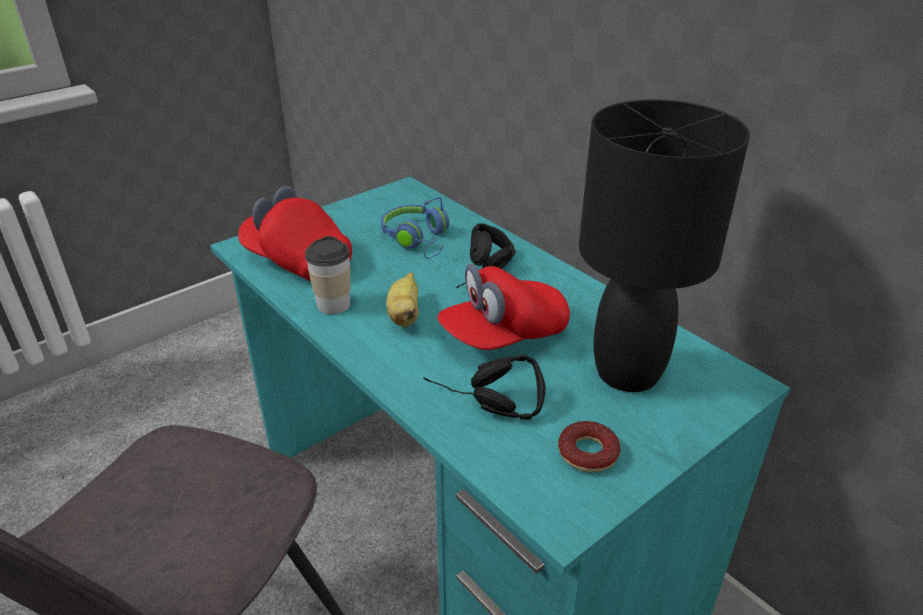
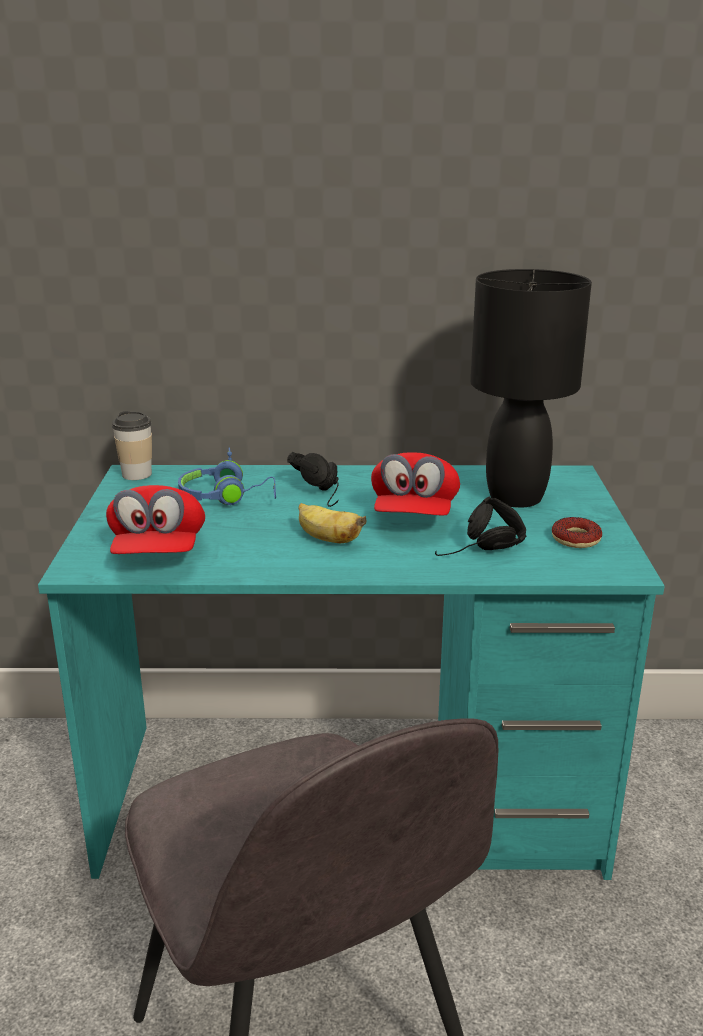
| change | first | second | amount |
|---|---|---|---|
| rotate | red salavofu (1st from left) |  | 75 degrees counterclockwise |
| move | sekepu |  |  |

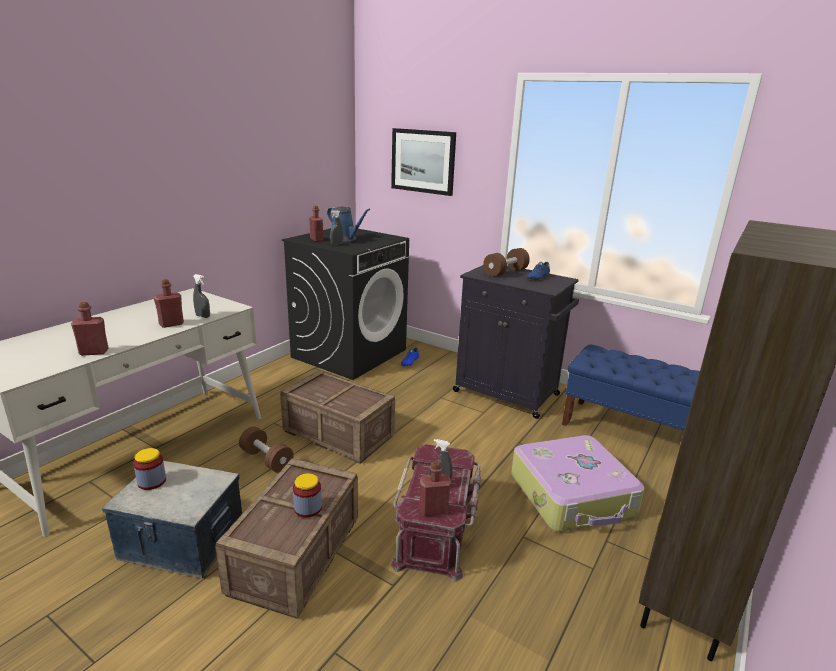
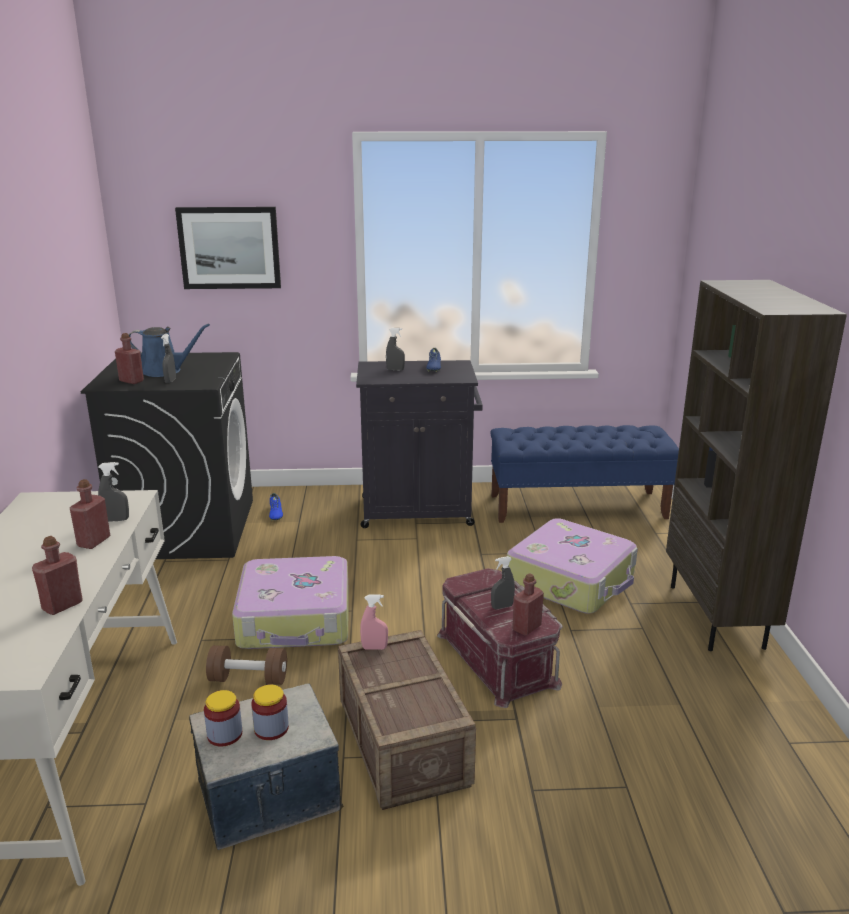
| change | first | second | amount |
|---|---|---|---|
| replace | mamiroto (2nd from left) | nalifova (1st from left) |  |
| move | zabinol (2nd from left) |  |  |
| insert |  | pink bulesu |  |
| replace | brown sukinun (2nd from left) | grey bulesu (3rd from left) |  |

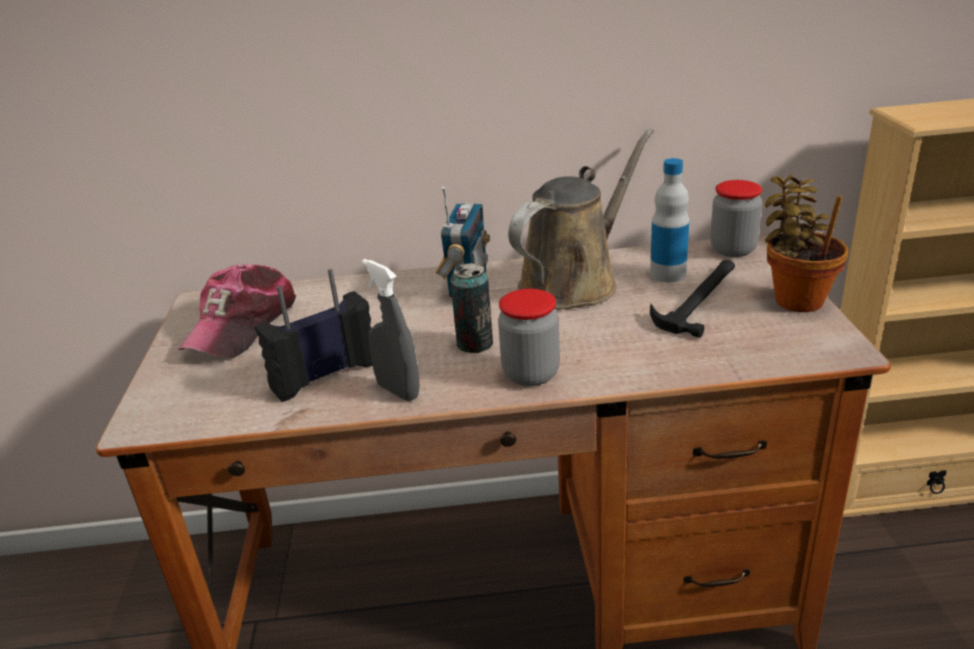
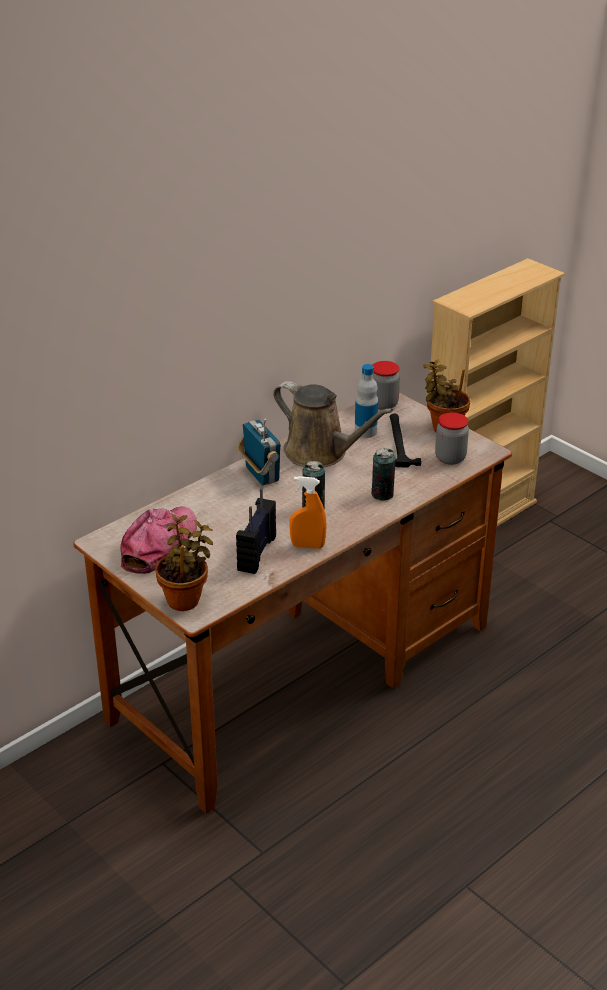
| change | first | second | amount |
|---|---|---|---|
| rotate | salavofu |  | 135 degrees counterclockwise |
| insert |  | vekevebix (1st from left) |  |
| rotate | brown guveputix |  | 120 degrees clockwise |
| recolor | grey bulesu | orange bulesu |  |
| insert |  | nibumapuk (2nd from left) |  |
| move | zabinol (1st from left in the first image) | zabinol (2nd from left) |  |

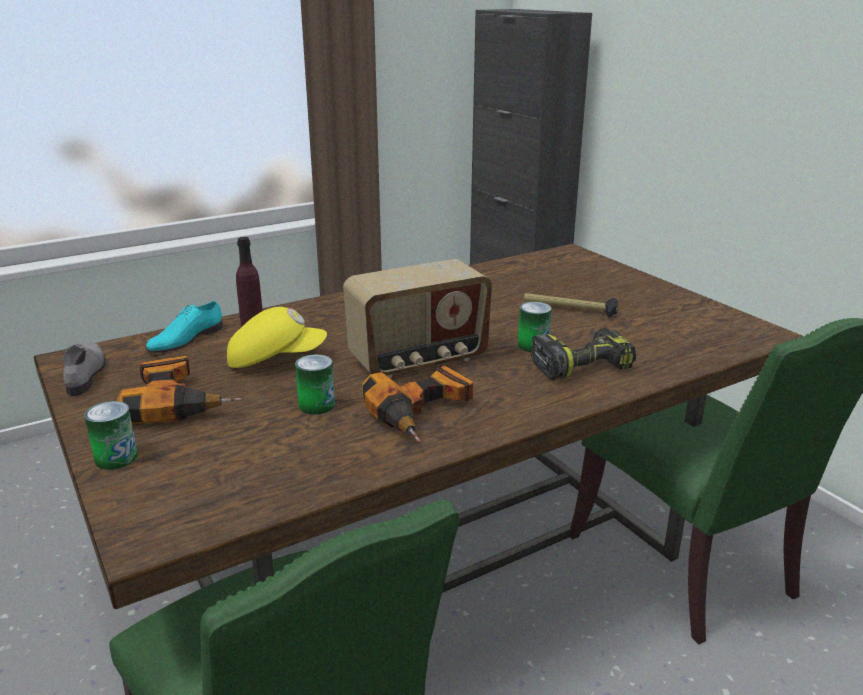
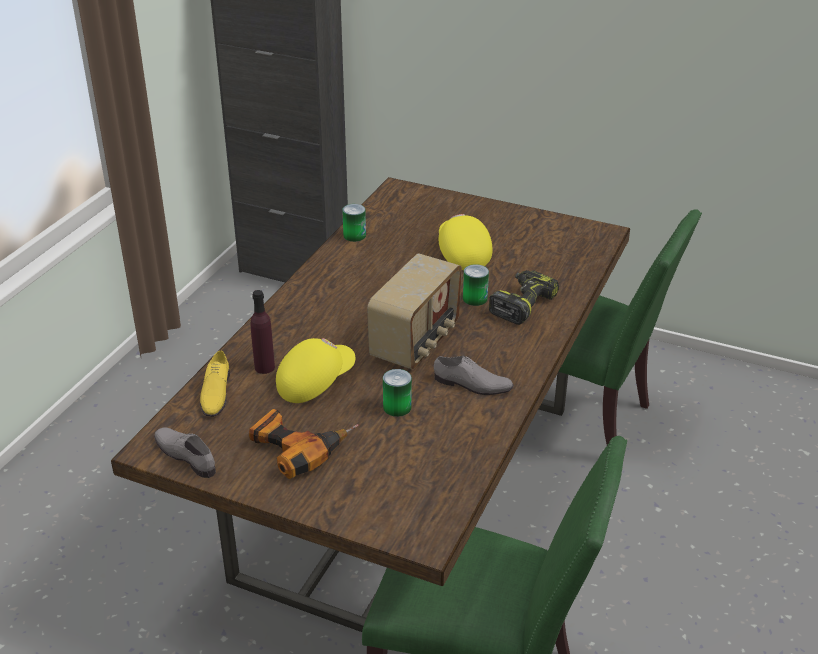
| change | first | second | amount |
|---|---|---|---|
| recolor | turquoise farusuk | yellow farusuk |  |
| move | nibumapuk (1st from left) |  |  |
| replace | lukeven (2nd from left) | grey farusuk (2nd from left) |  |
| replace | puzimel | yellow salavofu (2nd from left) |  |

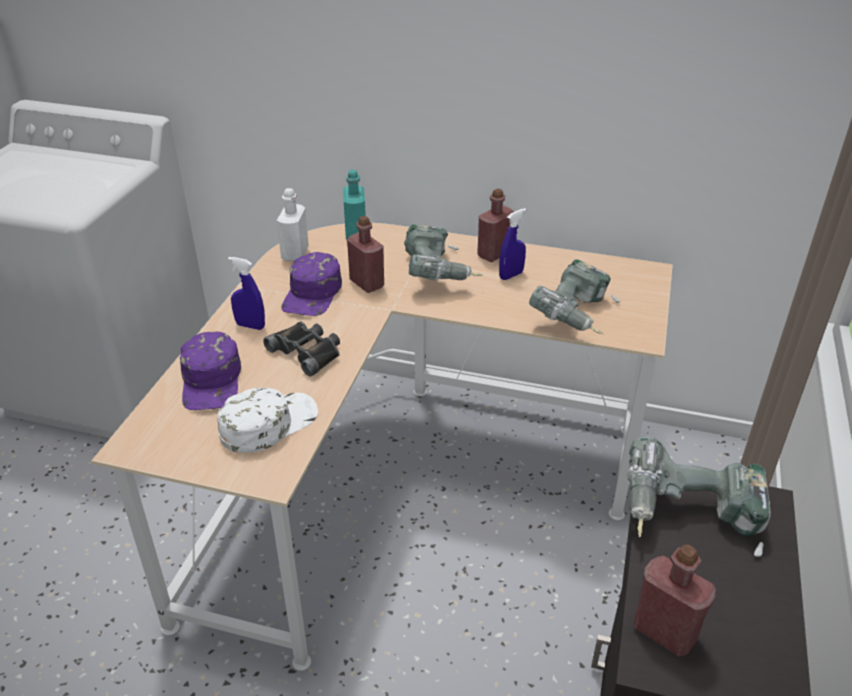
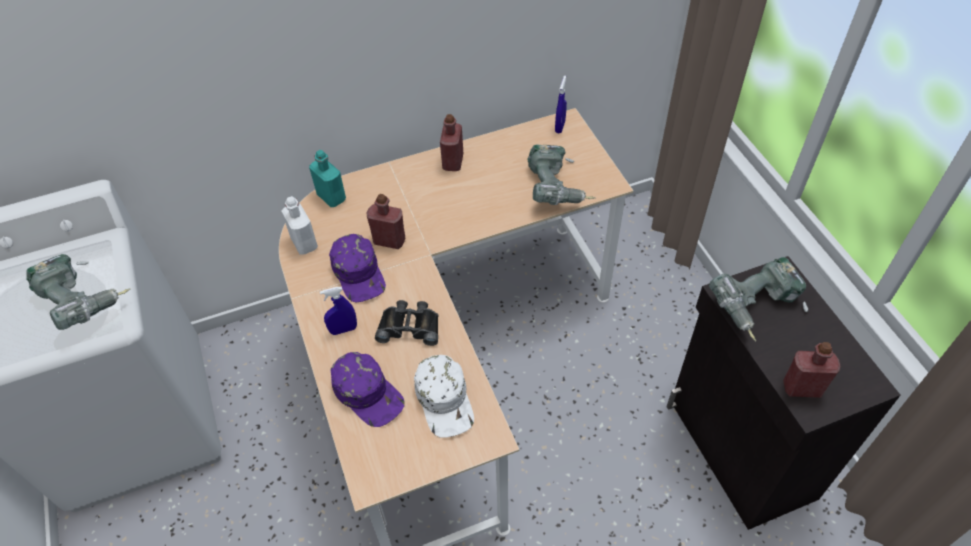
| change | first | second | amount |
|---|---|---|---|
| move | lukeven (1st from left) |  |  |
| rotate | white salavofu |  | 150 degrees clockwise |
| move | blue bulesu (2nd from left) |  |  |

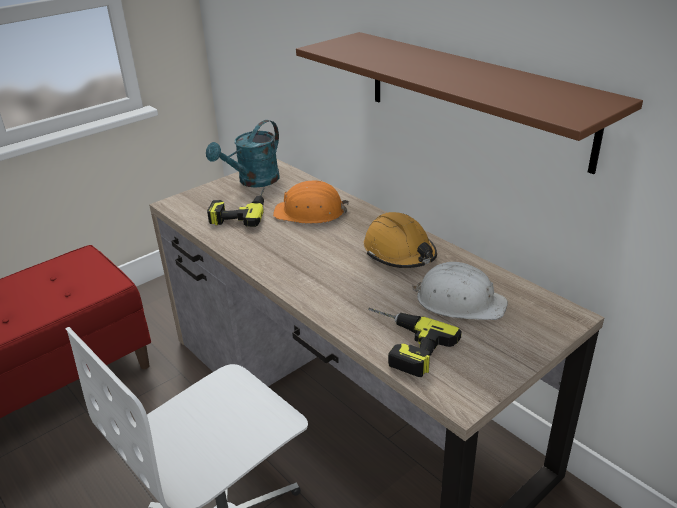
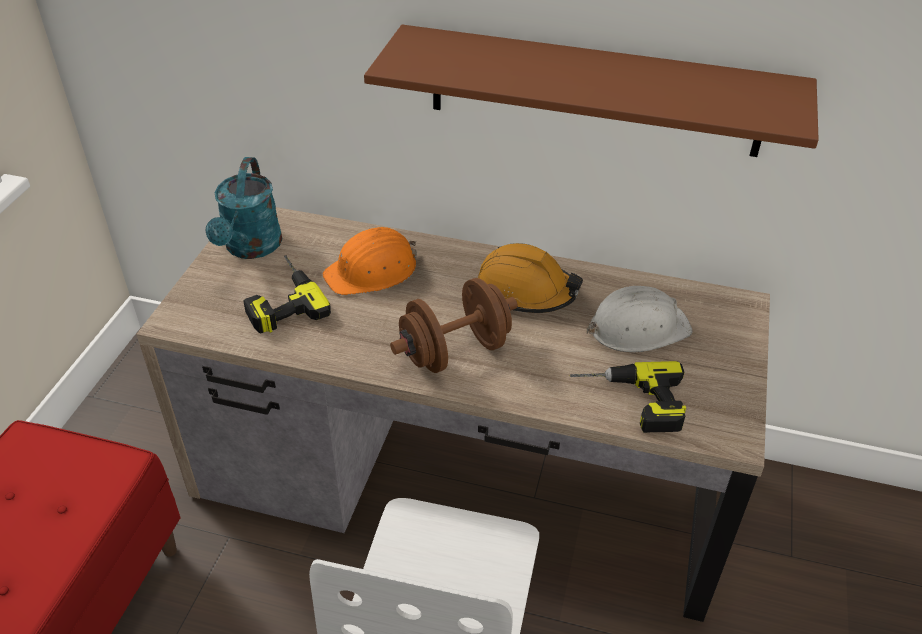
| change | first | second | amount |
|---|---|---|---|
| insert |  | brown sukinun |  |

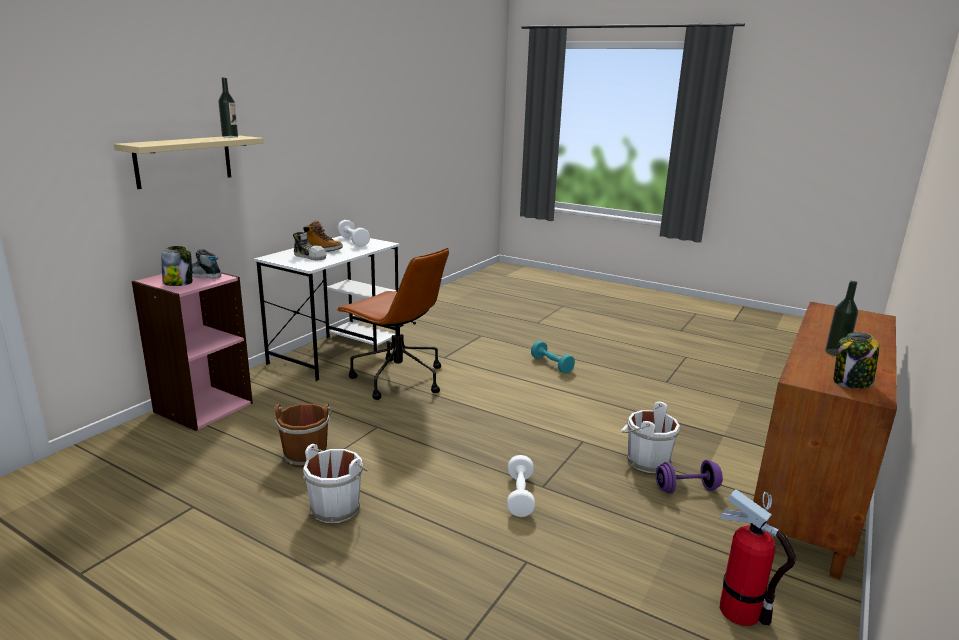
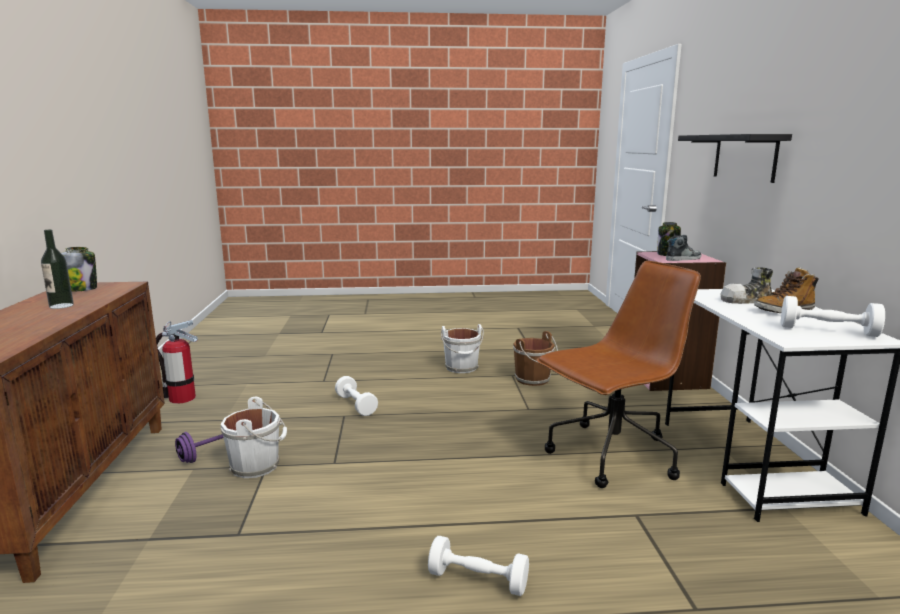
| change | first | second | amount |
|---|---|---|---|
| recolor | turquoise sukinun | white sukinun (2nd from left) |  |
| rotate | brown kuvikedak |  | 150 degrees clockwise |
| recolor | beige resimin | black resimin |  |
| delete | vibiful (1st from left) |  |  |

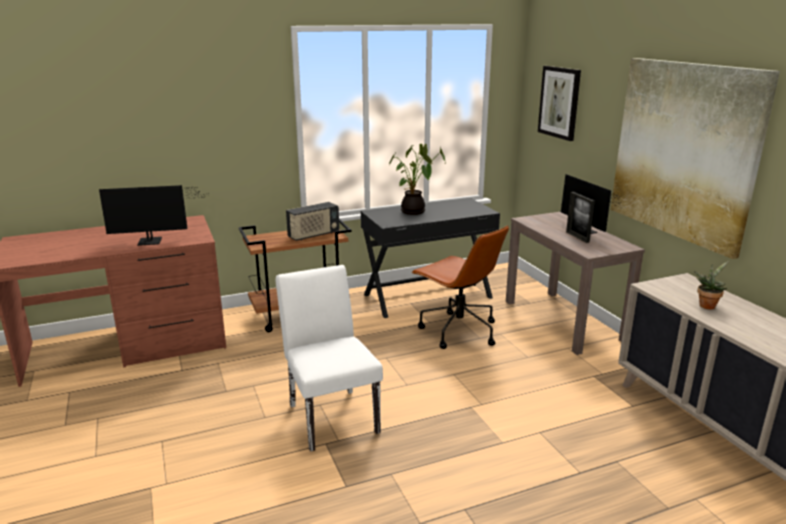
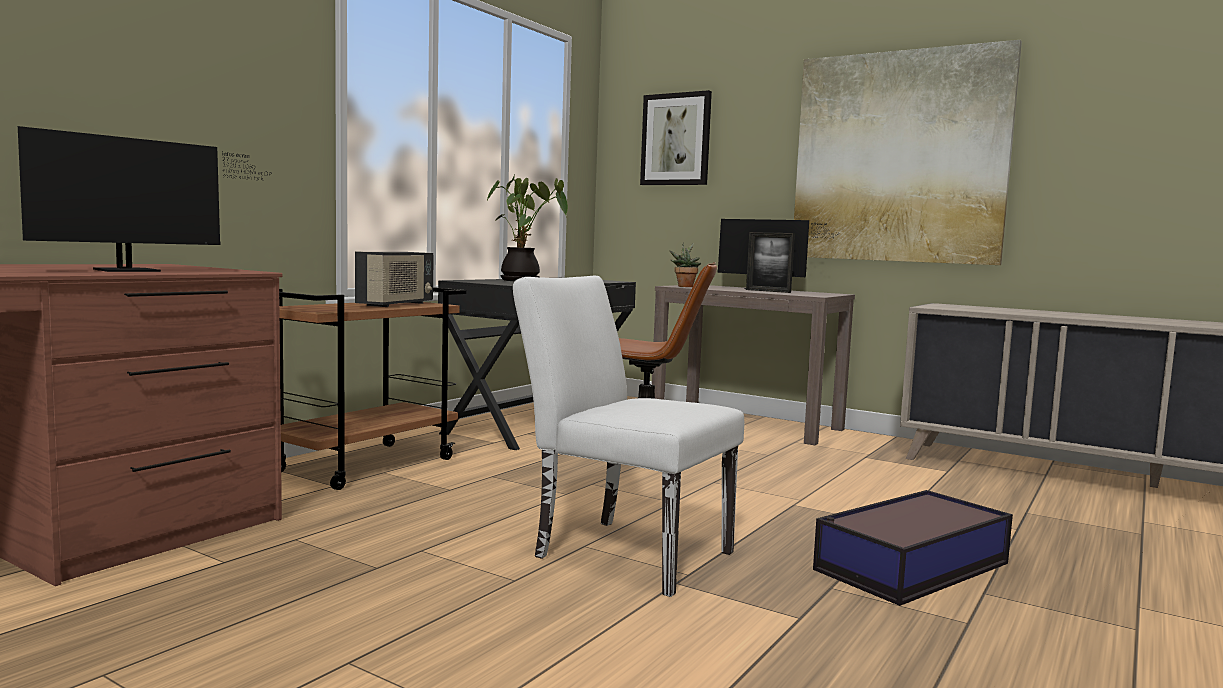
| change | first | second | amount |
|---|---|---|---|
| move | vekevebix (2nd from left) |  |  |
| insert |  | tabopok |  |

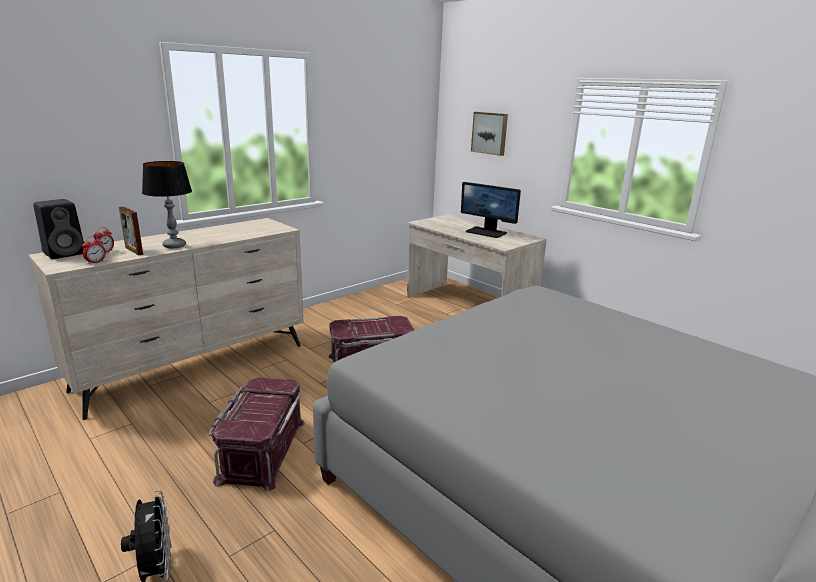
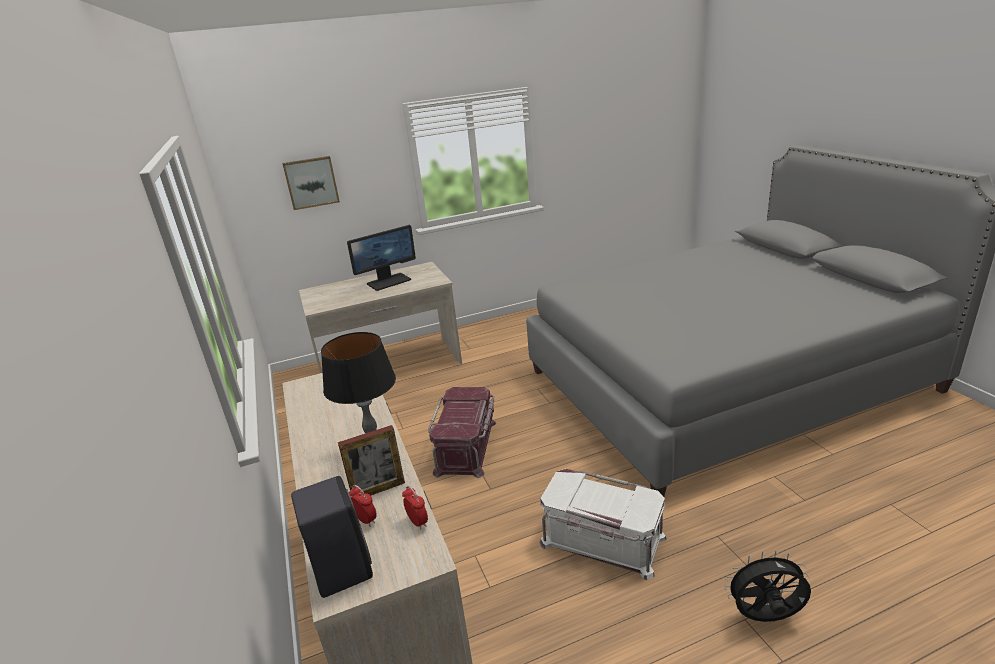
| change | first | second | amount |
|---|---|---|---|
| recolor | red tabopok (1st from left) | white tabopok |  |

